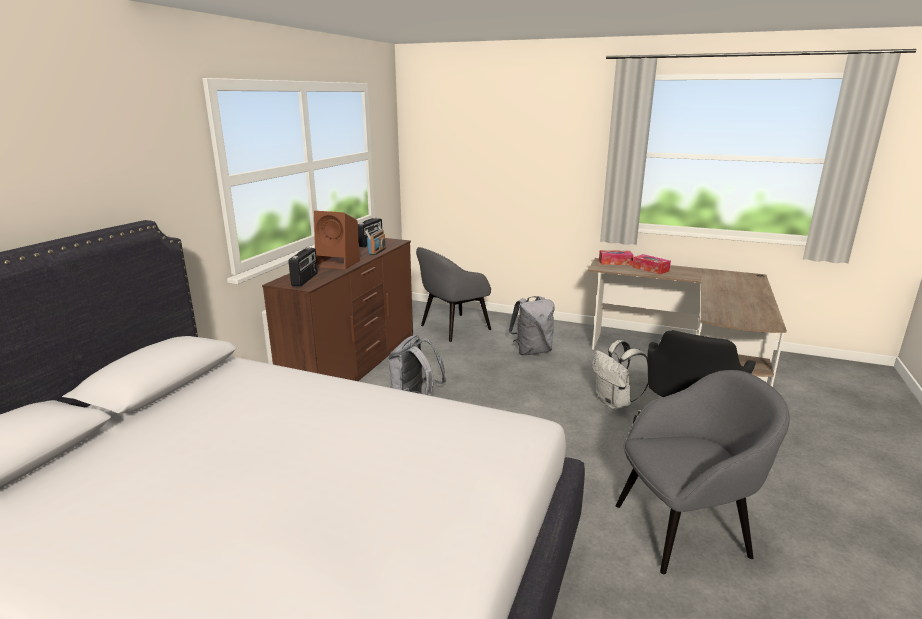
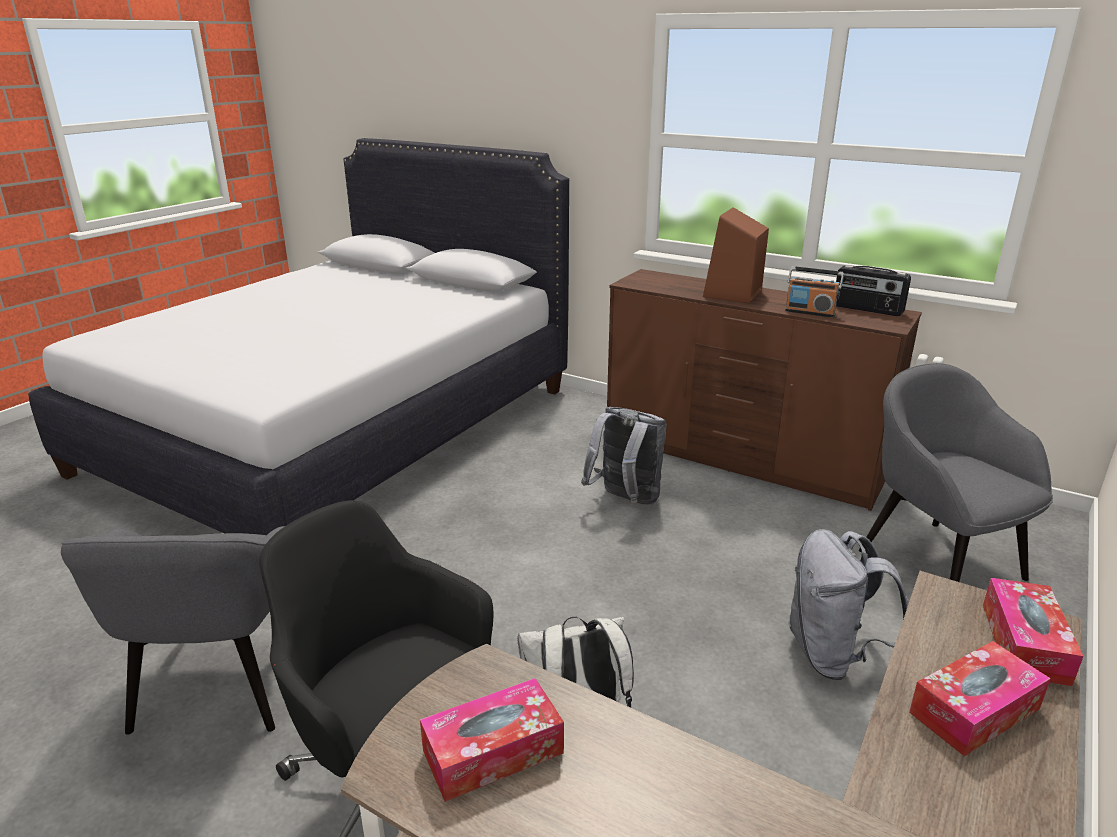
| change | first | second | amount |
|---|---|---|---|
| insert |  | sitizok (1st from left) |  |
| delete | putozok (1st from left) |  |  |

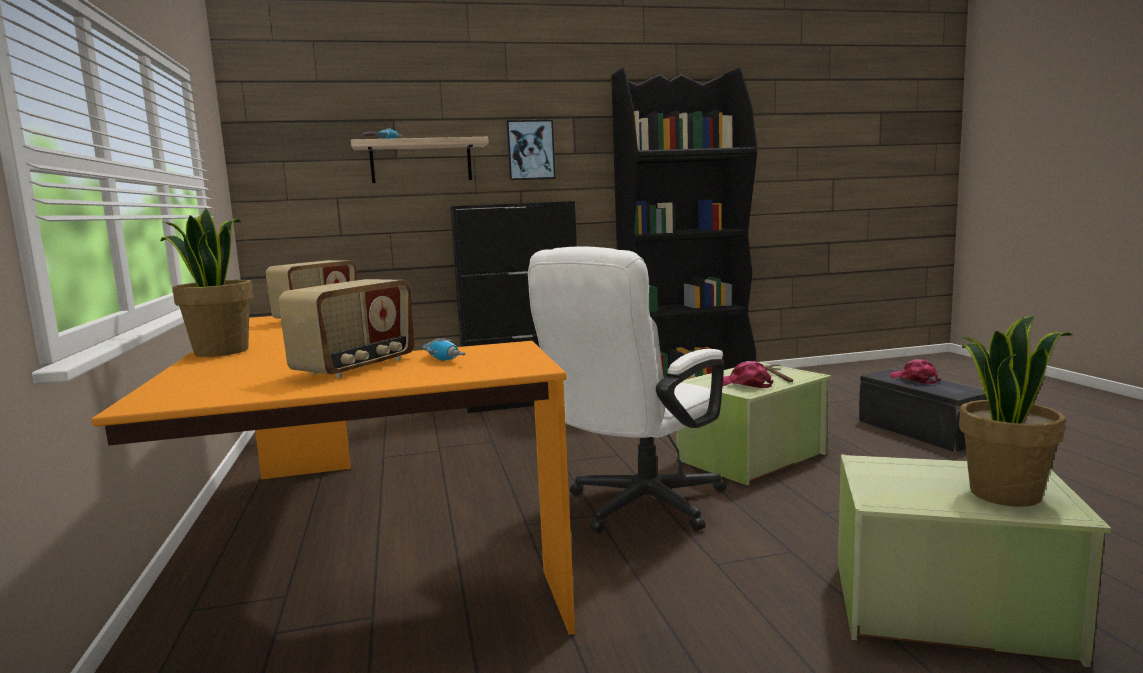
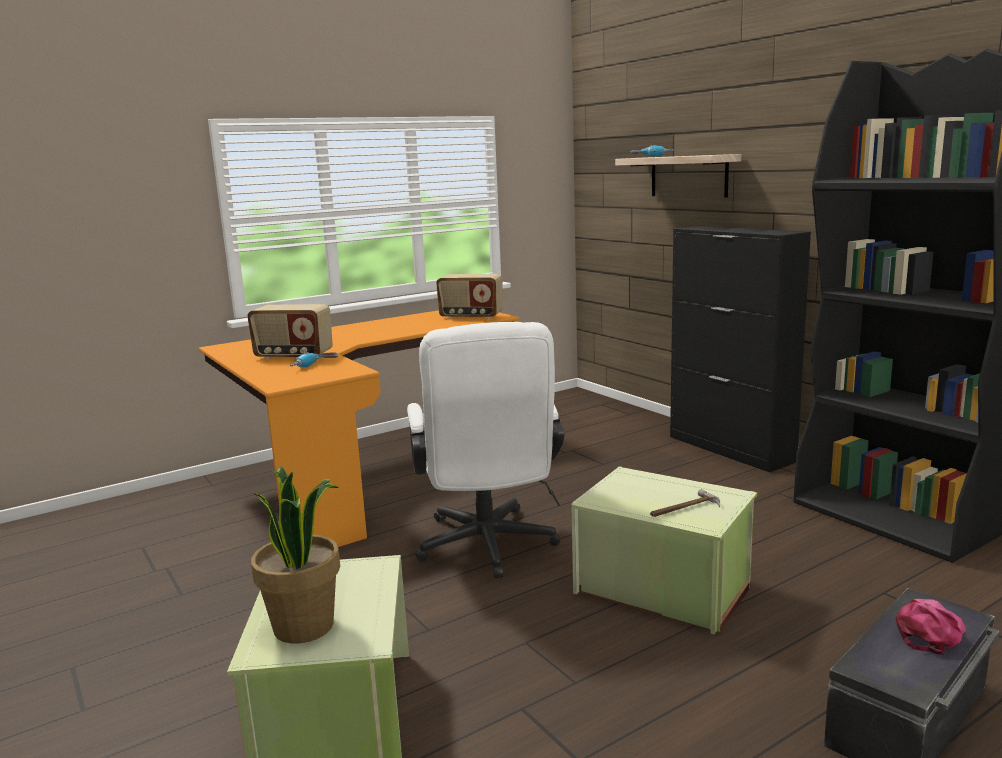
| change | first | second | amount |
|---|---|---|---|
| rotate | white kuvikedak |  | 120 degrees counterclockwise |
| delete | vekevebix (1st from left) |  |  |
| delete | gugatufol |  |  |
| delete | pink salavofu (1st from left) |  |  |

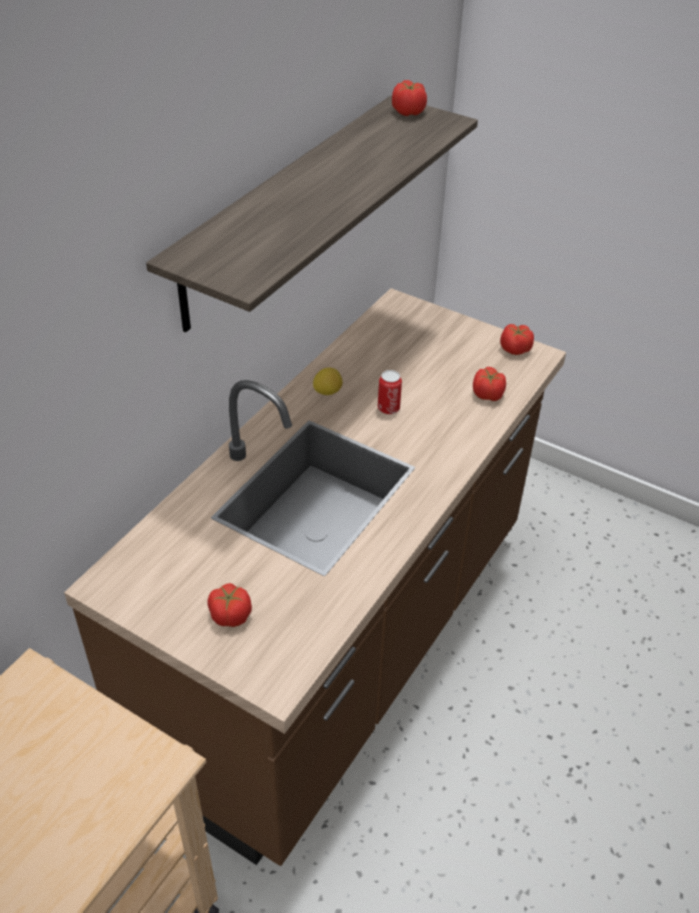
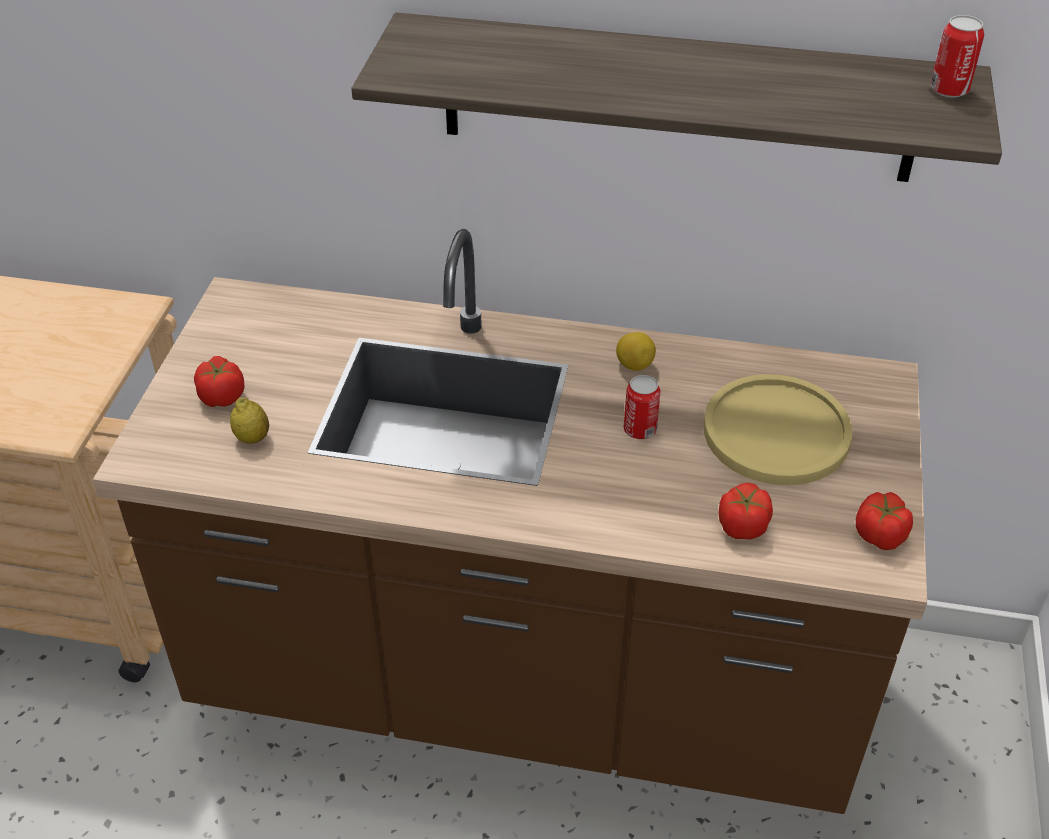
| change | first | second | amount |
|---|---|---|---|
| insert |  | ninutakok (1st from left) |  |
| insert |  | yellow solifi |  |
| replace | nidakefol (2nd from left) | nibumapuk (2nd from left) |  |

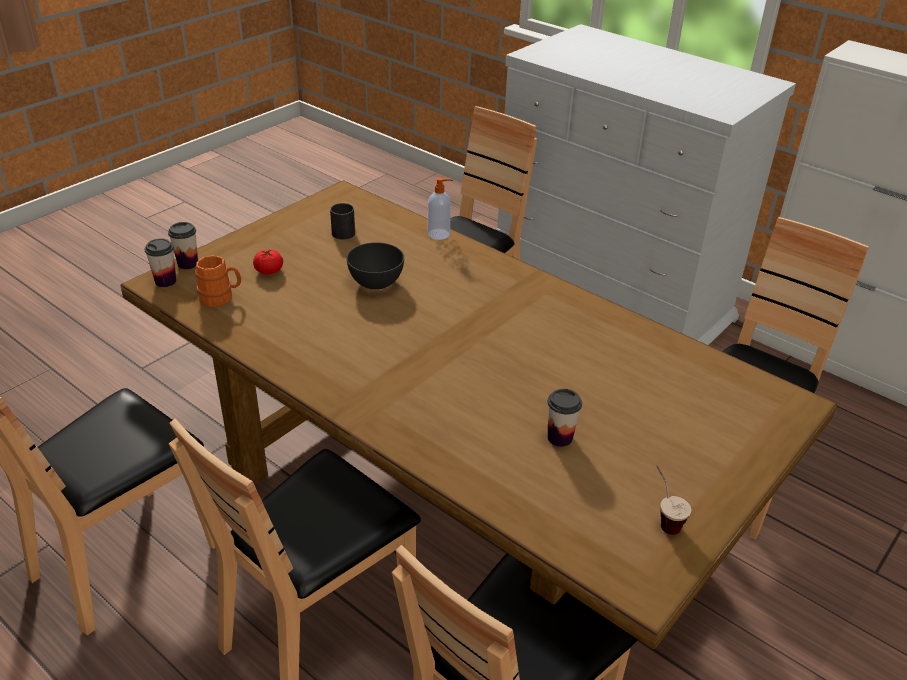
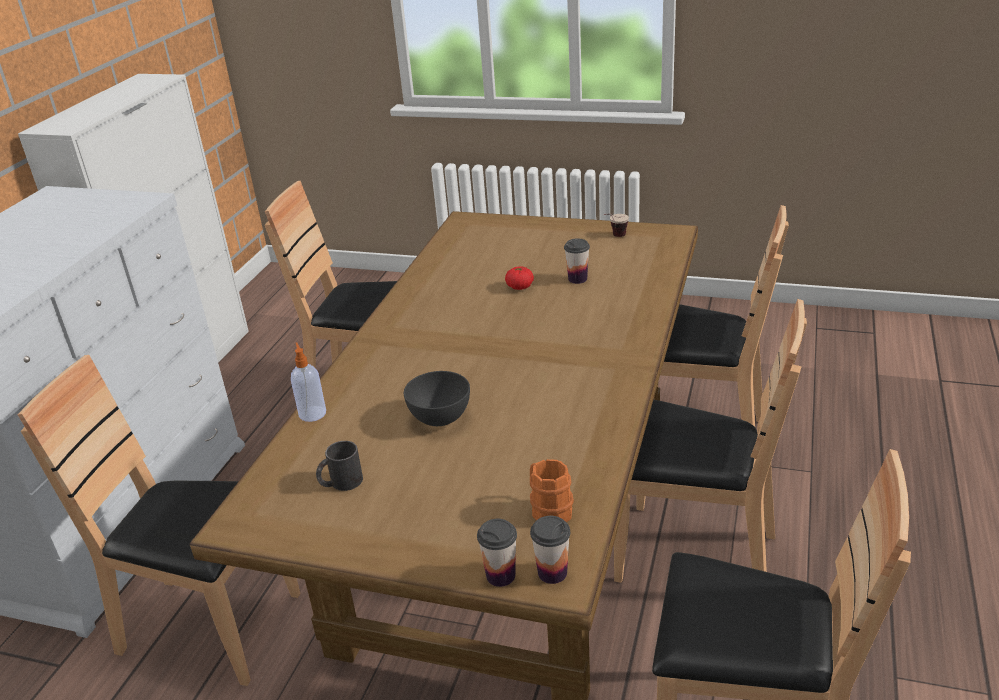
| change | first | second | amount |
|---|---|---|---|
| move | nidakefol |  |  |

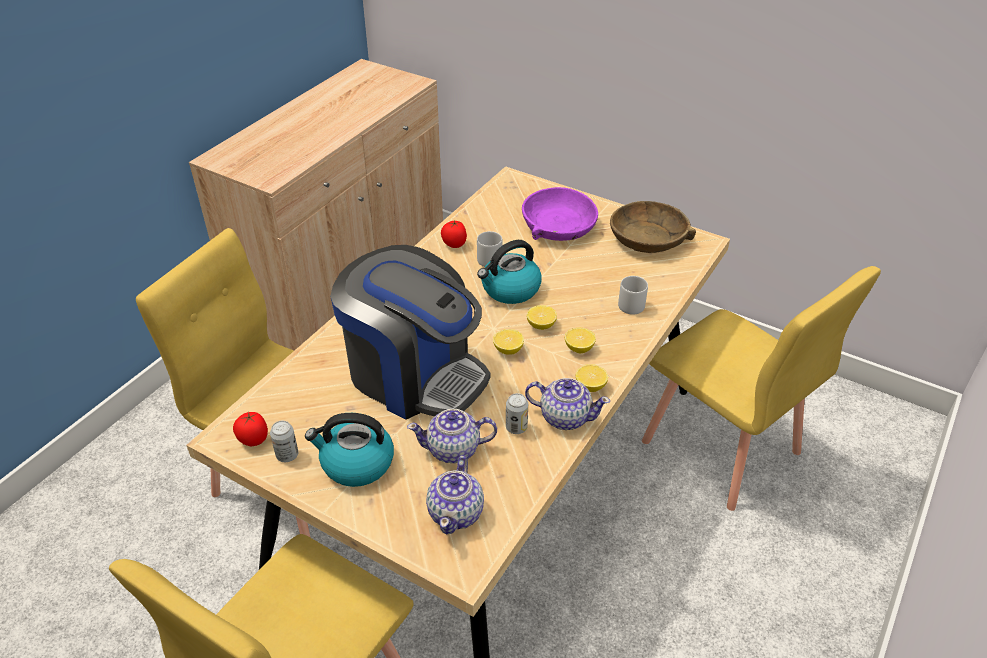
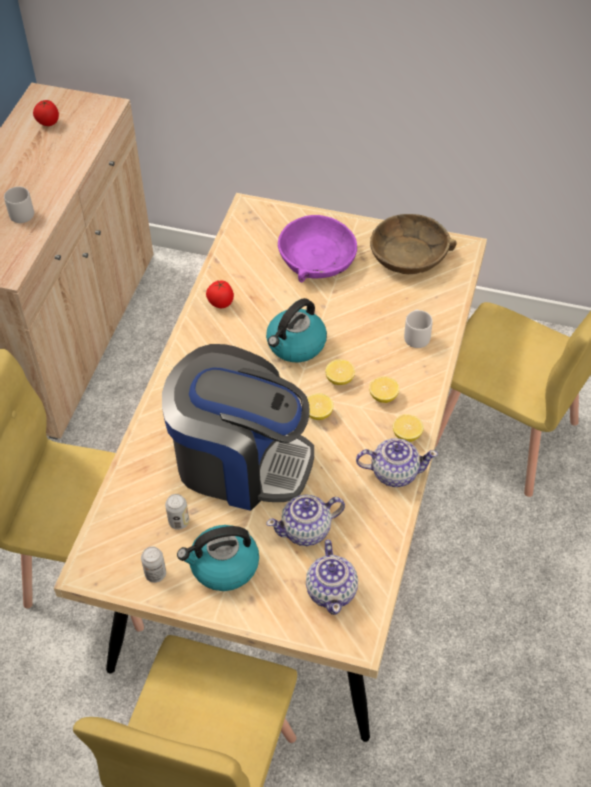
| change | first | second | amount |
|---|---|---|---|
| move | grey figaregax (1st from left) |  |  |
| move | nidakefol (1st from left) |  |  |
| move | nibumapuk (2nd from left) |  |  |

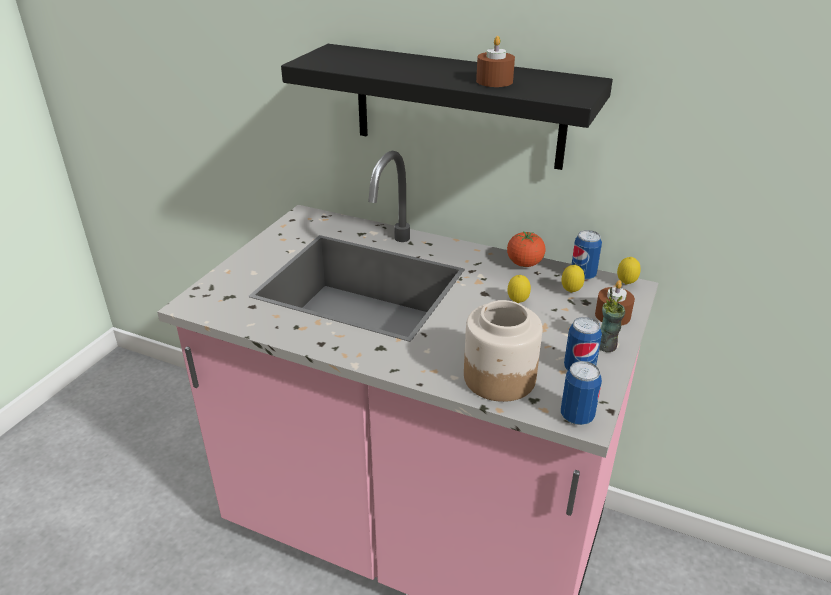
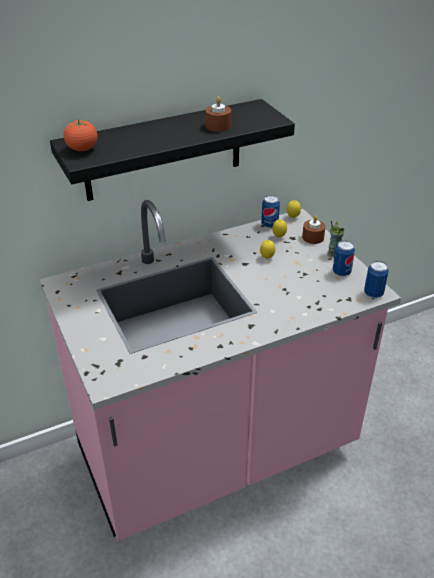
| change | first | second | amount |
|---|---|---|---|
| move | nidakefol |  |  |
| delete | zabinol |  |  |

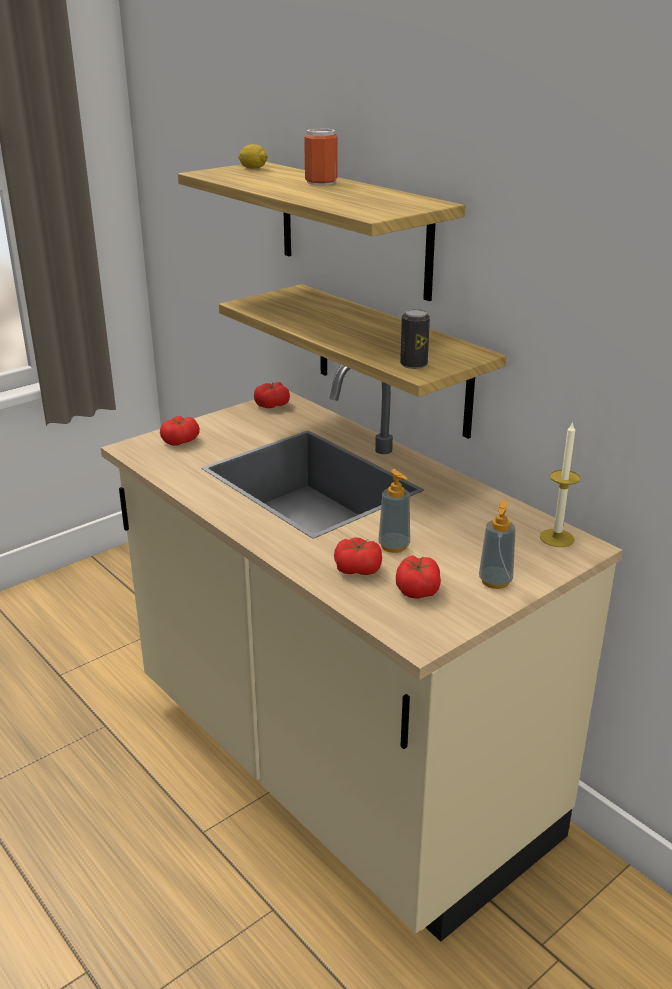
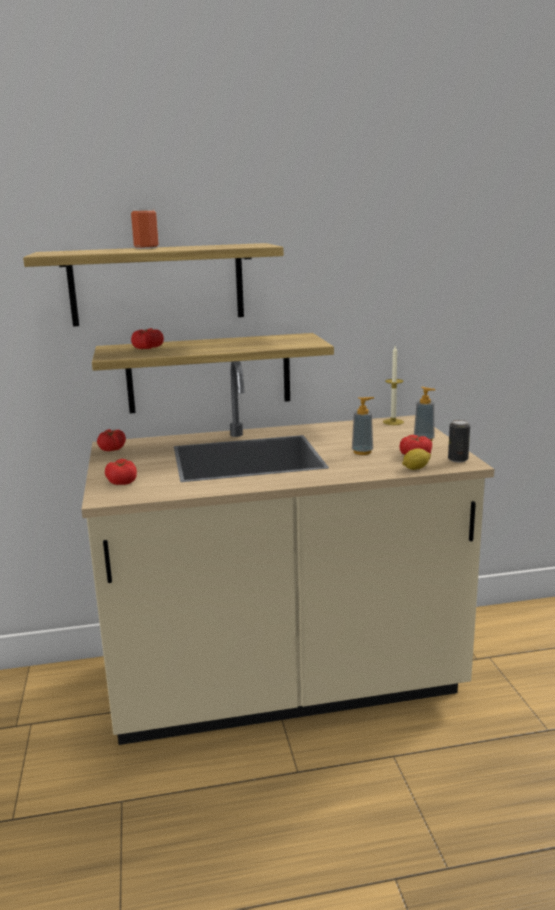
| change | first | second | amount |
|---|---|---|---|
| move | nidakefol (3rd from left) |  |  |
| move | ninutakok |  |  |
| move | nibumapuk (2nd from left) |  |  |

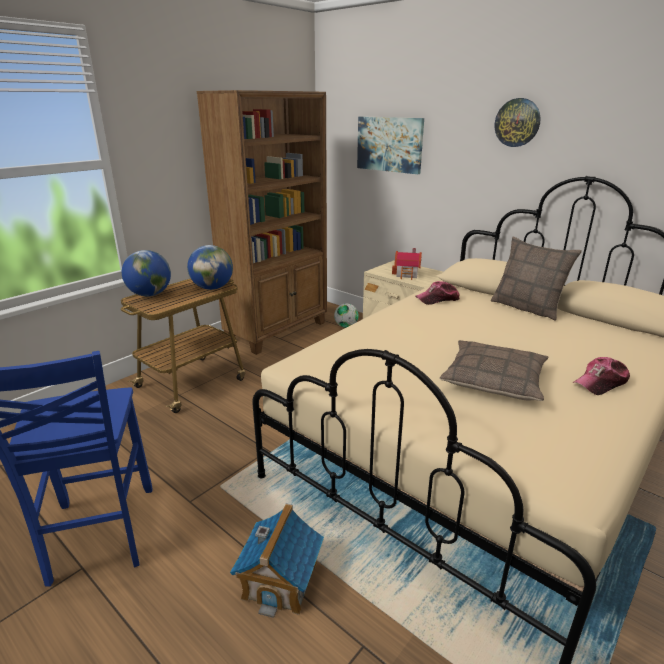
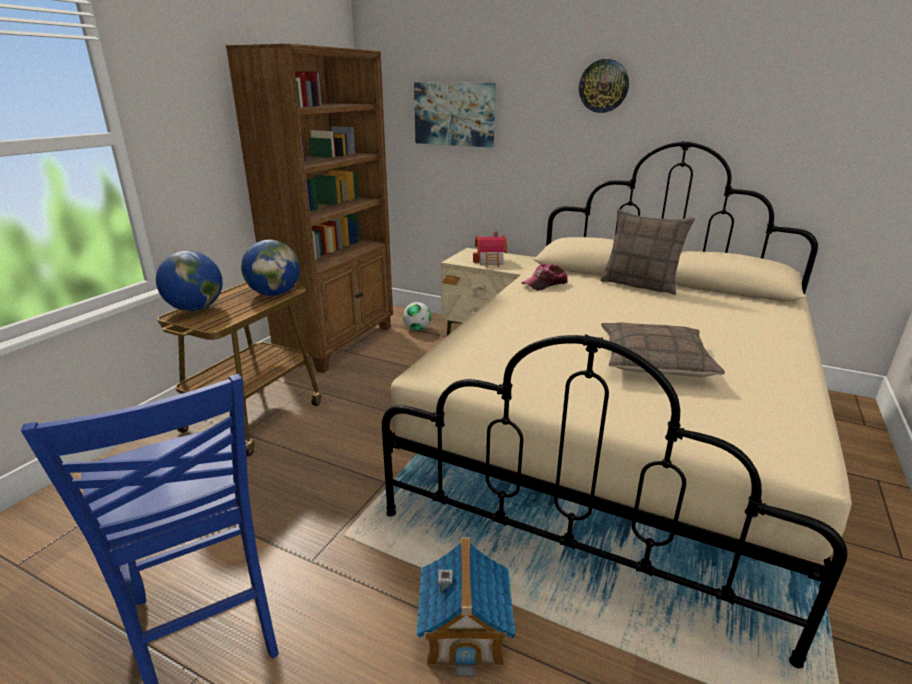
| change | first | second | amount |
|---|---|---|---|
| delete | salavofu (2nd from left) |  |  |

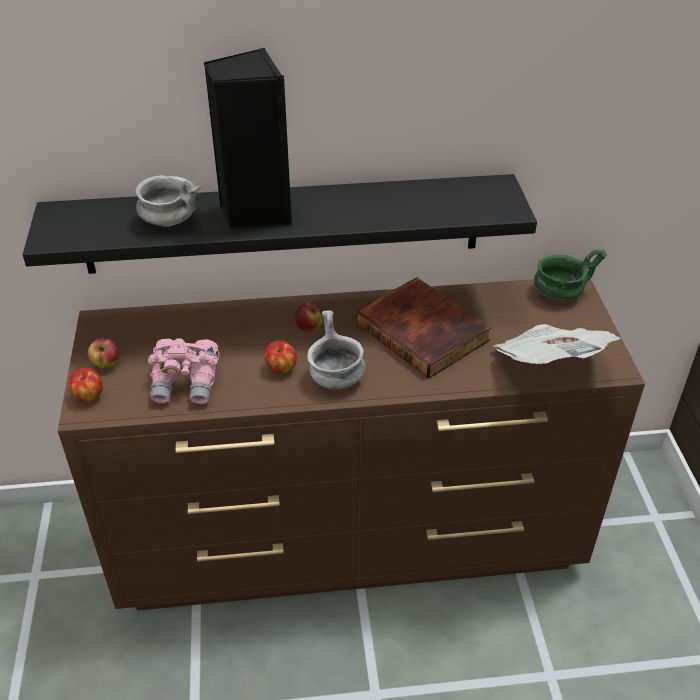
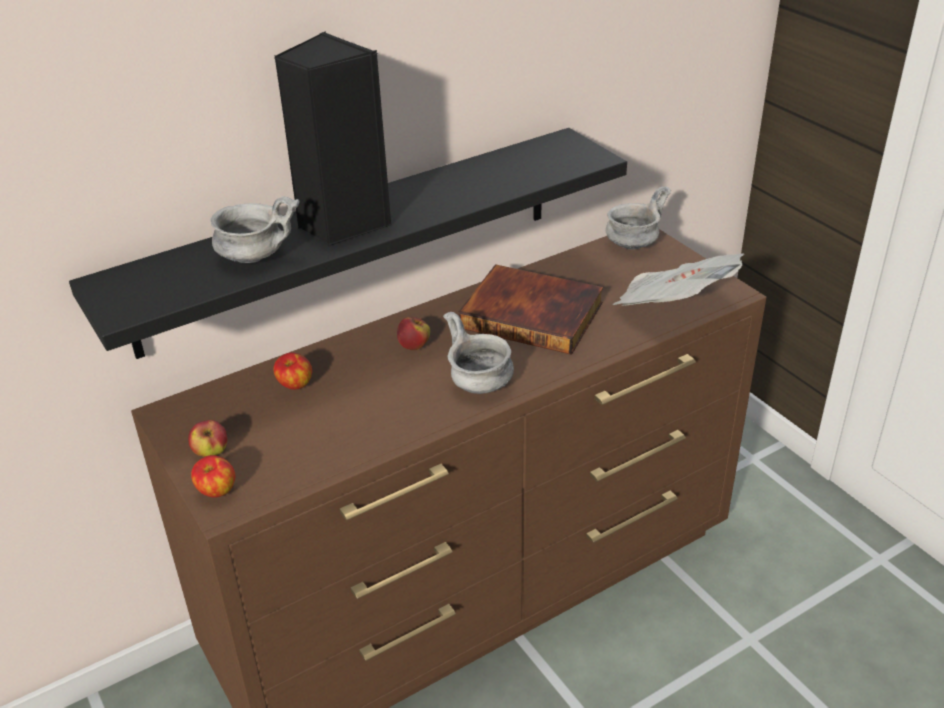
| change | first | second | amount |
|---|---|---|---|
| move | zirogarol (3rd from left) |  |  |
| recolor | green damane | grey damane (3rd from left) |  |
| delete | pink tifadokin |  |  |

